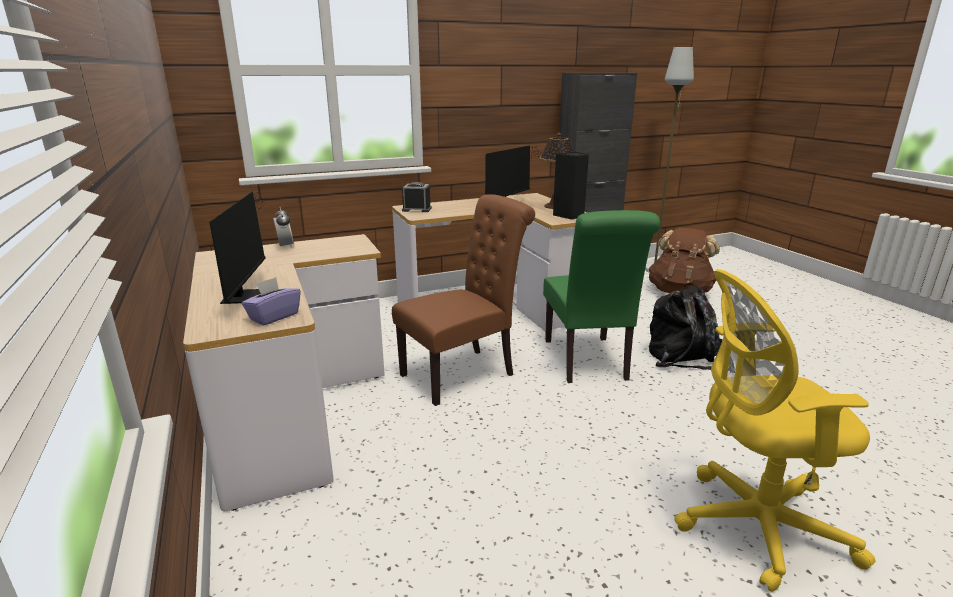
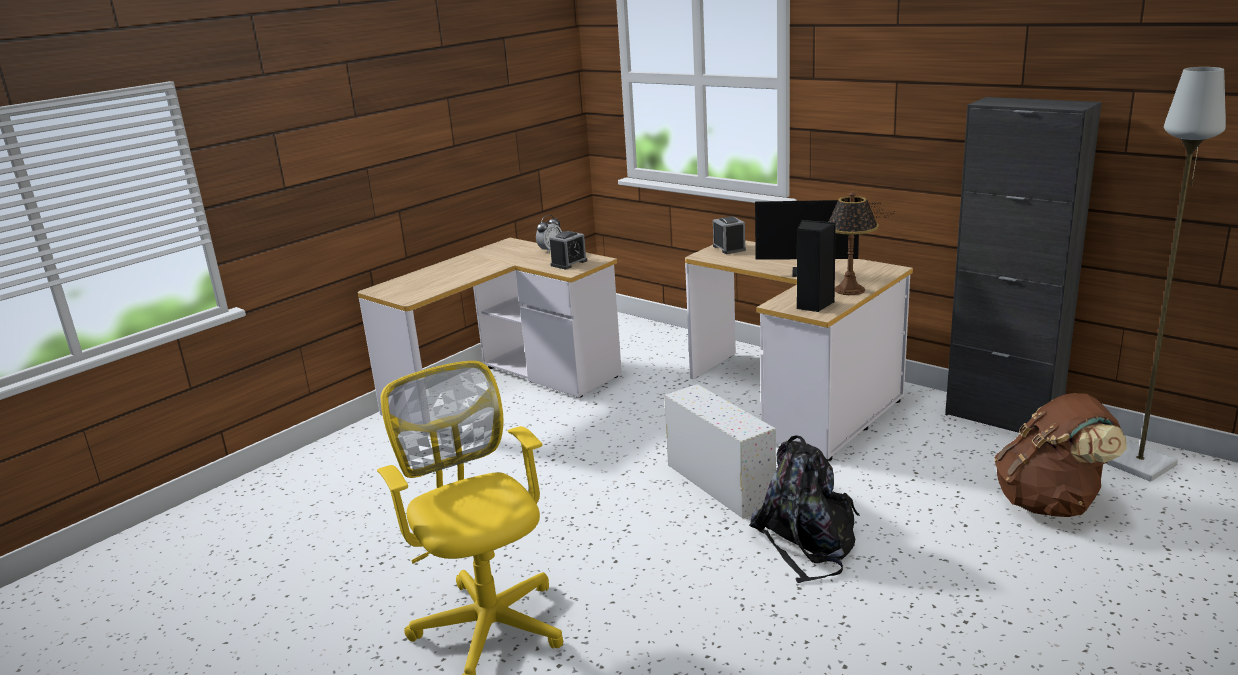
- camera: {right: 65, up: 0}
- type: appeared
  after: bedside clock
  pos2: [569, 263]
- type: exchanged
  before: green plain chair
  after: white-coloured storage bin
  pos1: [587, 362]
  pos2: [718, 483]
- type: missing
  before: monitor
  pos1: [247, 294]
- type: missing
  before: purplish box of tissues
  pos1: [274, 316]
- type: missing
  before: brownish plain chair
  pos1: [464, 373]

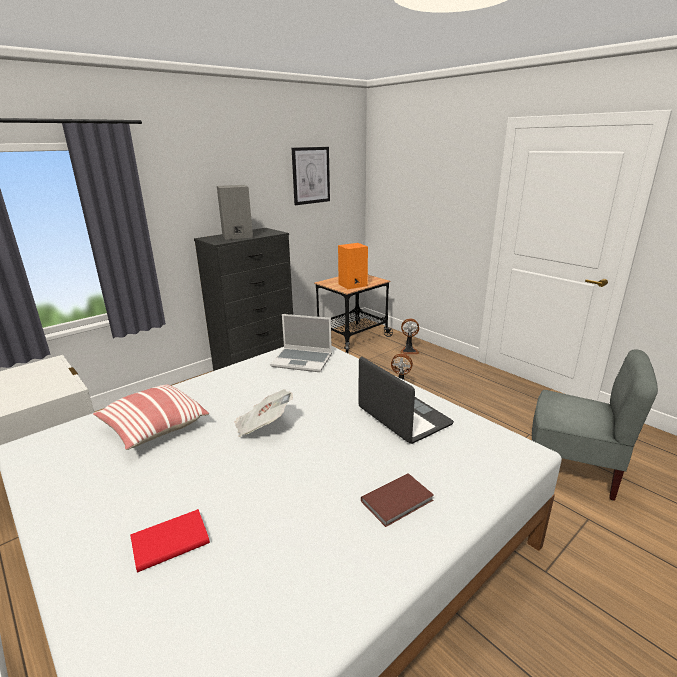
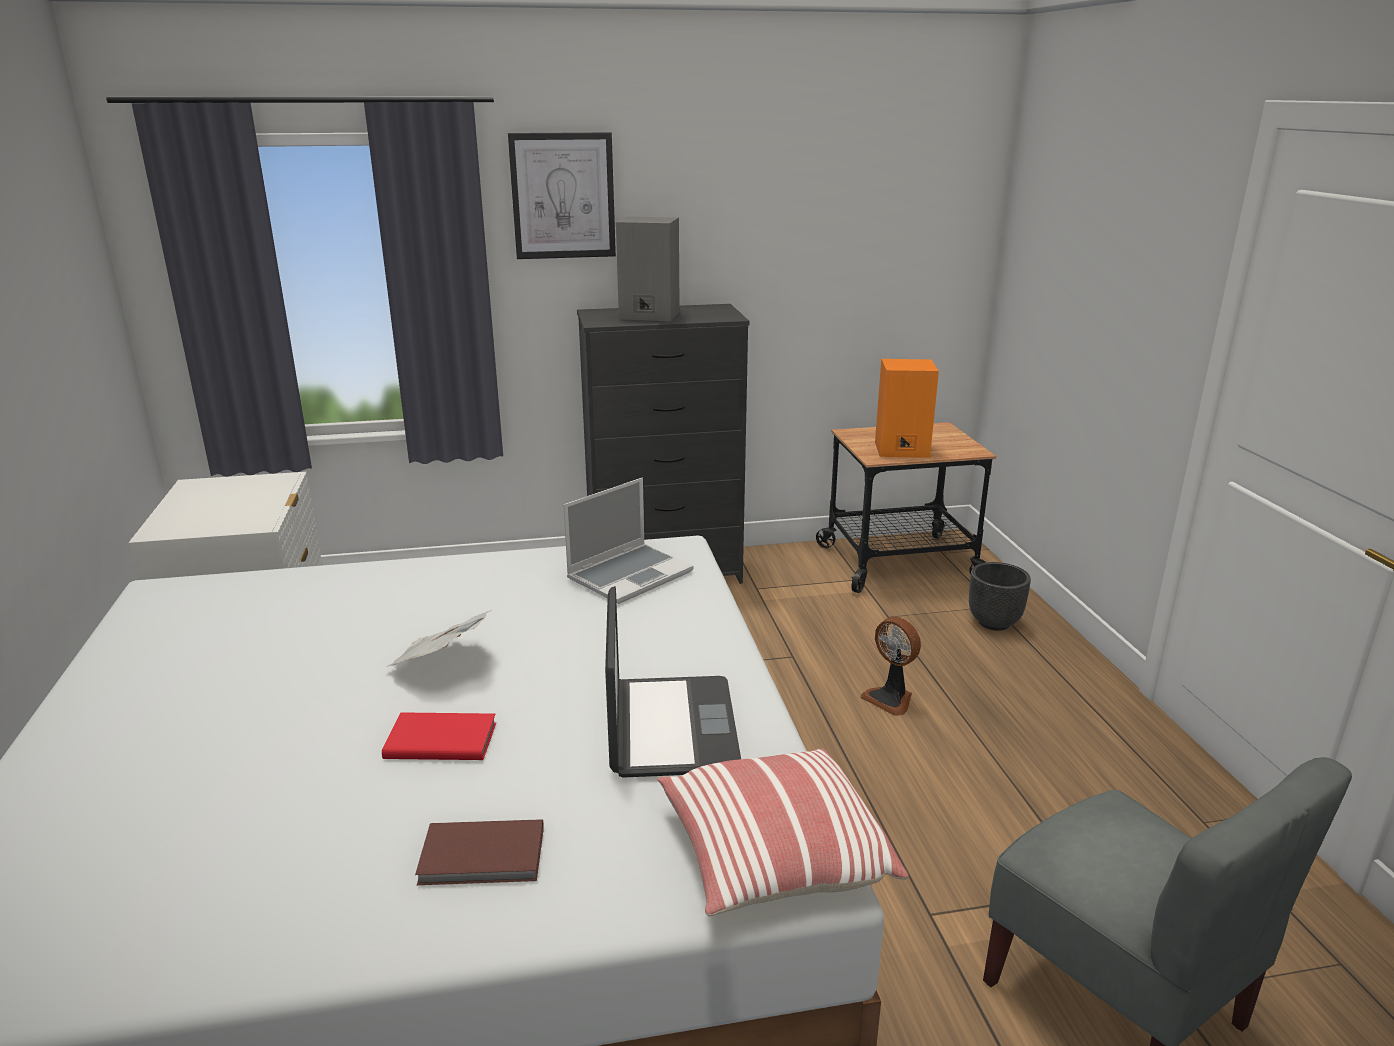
- camera: {right: 30, up: 0}
- type: relocated
  before: reddish bound book
  pos1: [169, 541]
  pos2: [440, 739]
- type: relocated
  before: wall picture
  pos1: [311, 175]
  pos2: [563, 196]
- type: spun
  before: portable computer
  pos1: [303, 360]
  pos2: [630, 575]
  turn: -90
- type: relocated
  before: throw pillow
  pos1: [153, 427]
  pos2: [772, 855]
- type: exchanged
  before: electric fan
  after: blackish planter
  pos1: [409, 350]
  pos2: [994, 623]

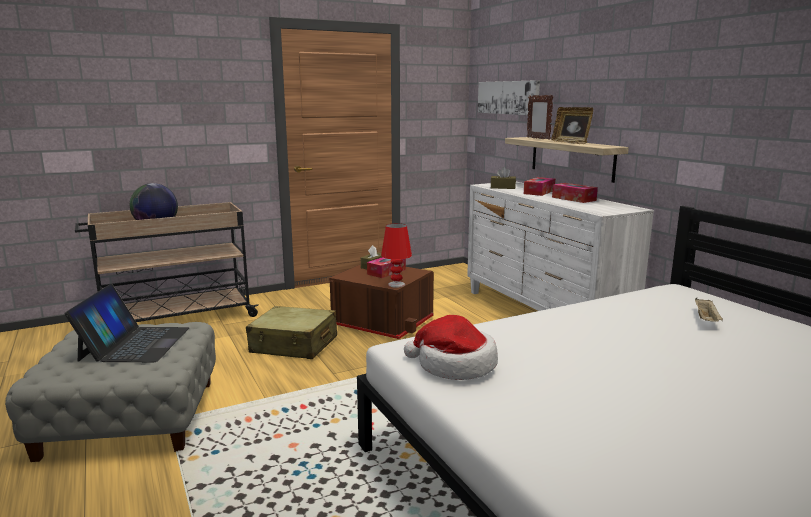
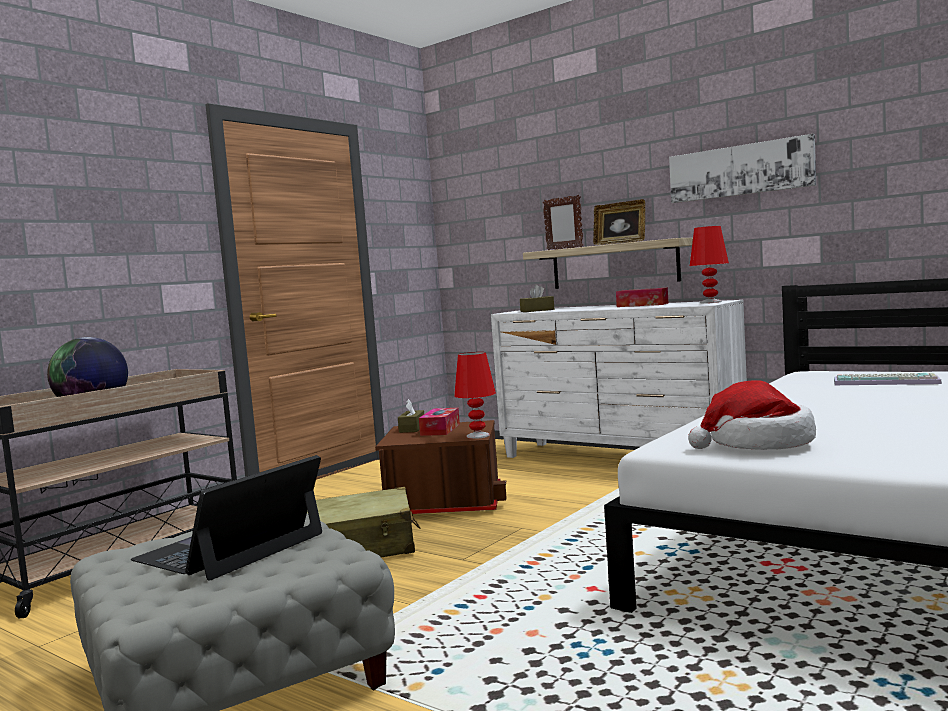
- camera: {right: -25, up: -10}
- type: spun
  before: portable computer
  pos1: [134, 344]
  pos2: [231, 547]
  turn: -120
- type: relocated
  before: wall picture
  pos1: [508, 97]
  pos2: [740, 170]
- type: appeared
  after: reddish tabletop lamp
  pos2: [710, 302]
- type: exchanged
  before: beige-coloured serving tray
  after: PC keyboard
  pos1: [706, 320]
  pos2: [886, 381]
- type: missing
  before: box of tissues
  pos1: [539, 192]

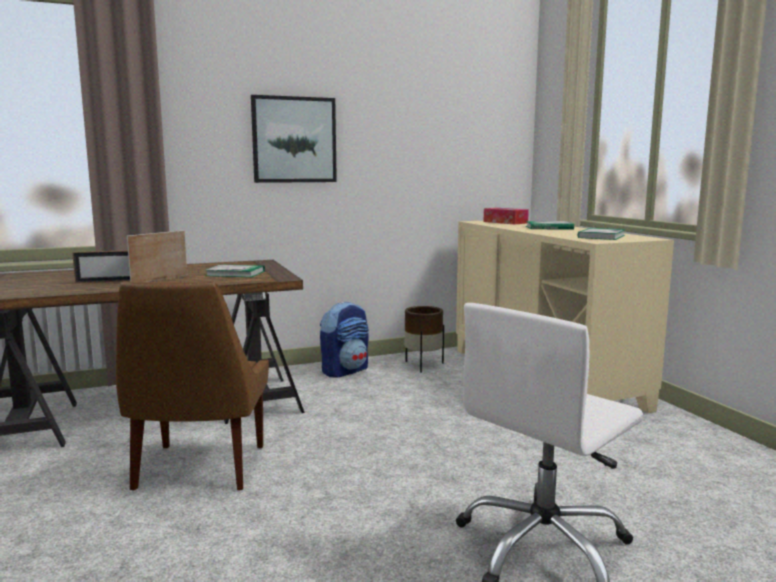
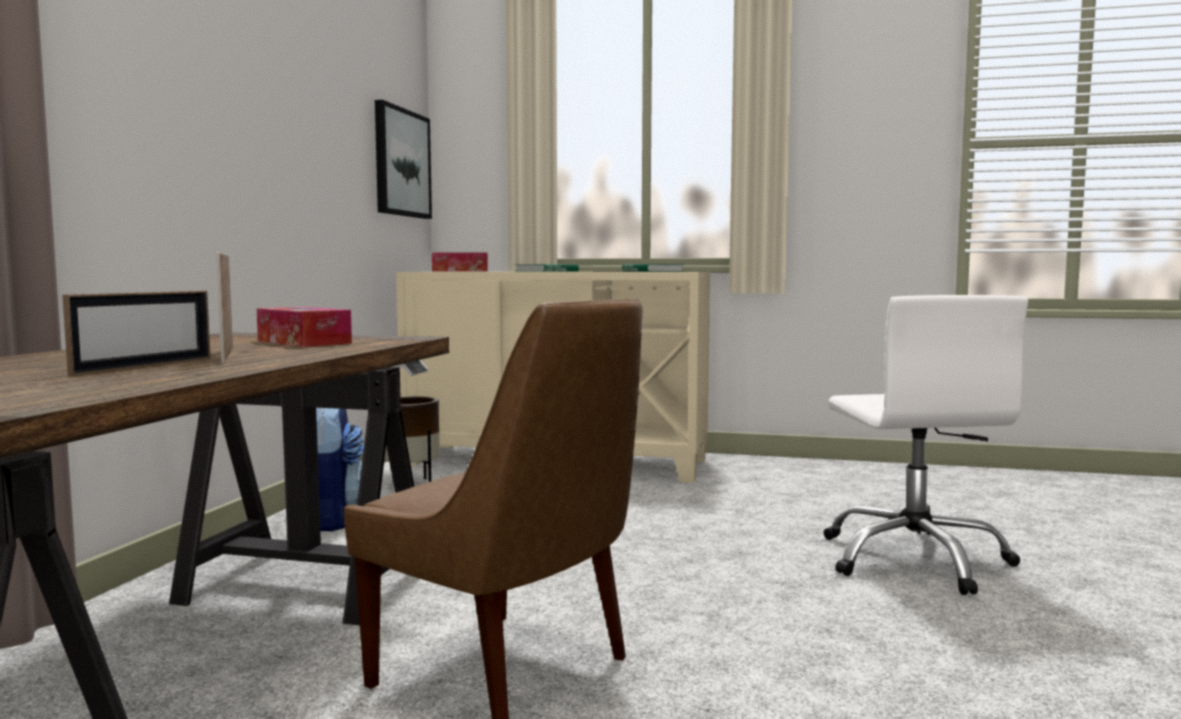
- camera: {right: -55, up: -5}
- type: exchanged
  before: bound book
  after: box of tissues
  pos1: [235, 273]
  pos2: [304, 342]
- type: relocated
  before: wall picture
  pos1: [294, 140]
  pos2: [401, 163]

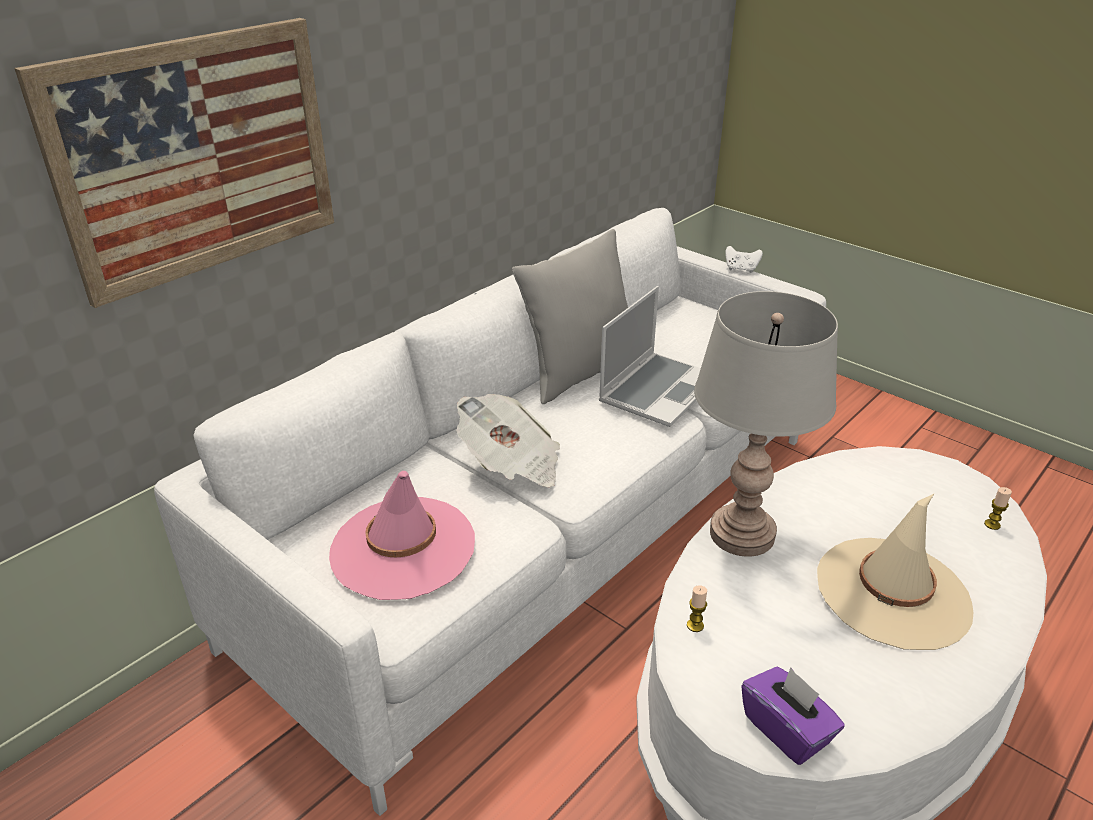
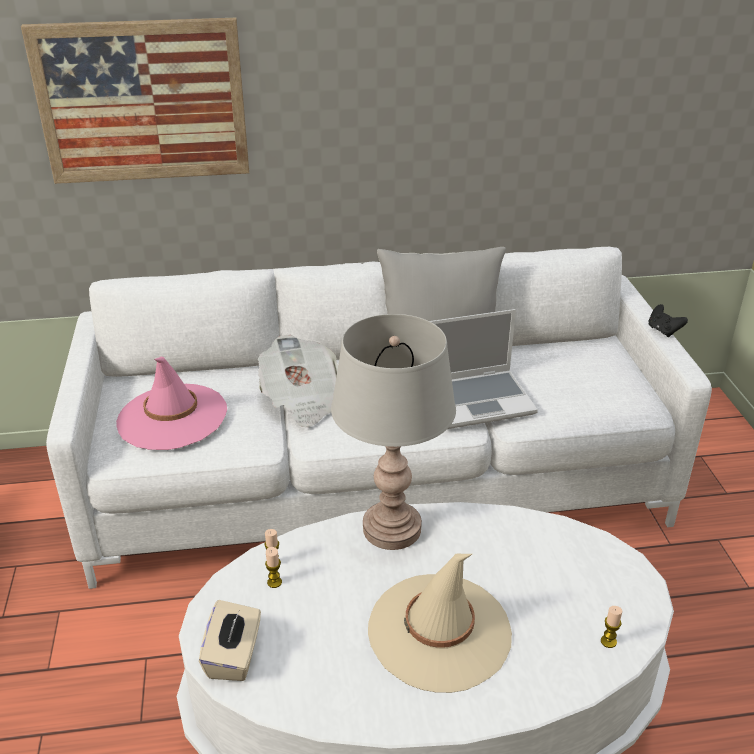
- camera: {right: 40, up: 0}
- type: colour
  before: purplish box of tissues
  after: beige-coloured box of tissues
  pos1: [787, 730]
  pos2: [234, 656]
- type: appeared
  after: wax light
  pos2: [274, 582]
- type: colour
  before: white-coloured game controller
  after: blackish game controller
  pos1: [741, 269]
  pos2: [663, 331]

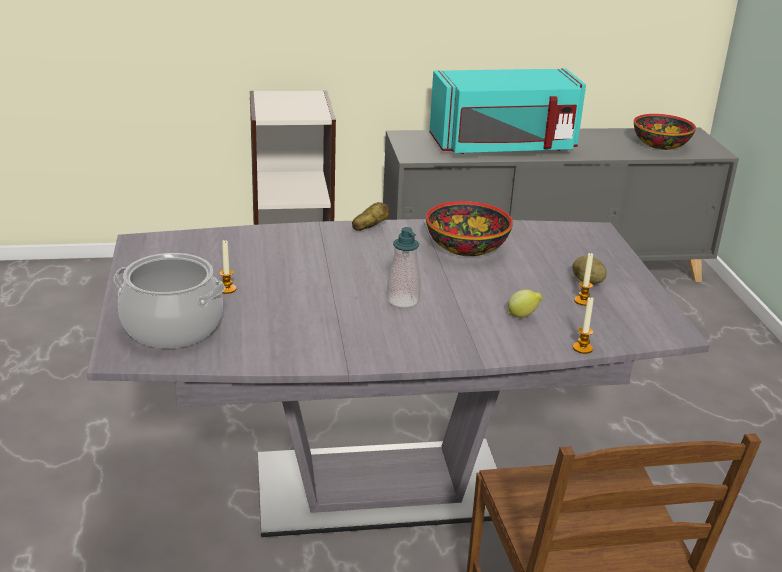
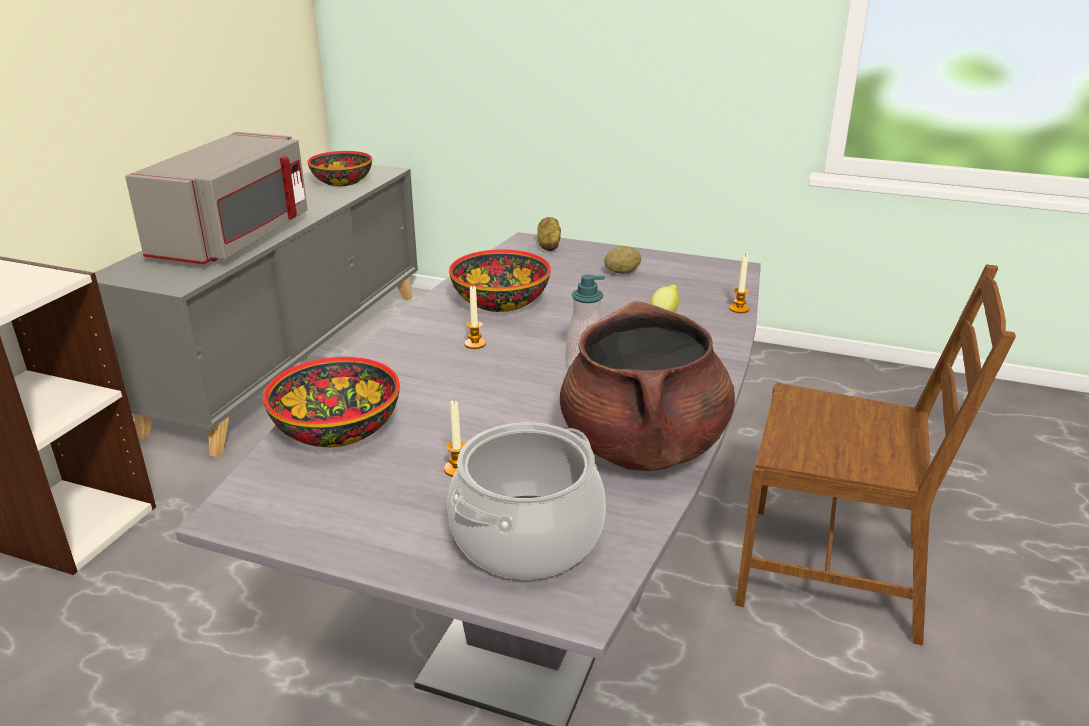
- camera: {right: -60, up: 0}
- type: colour
  before: turquoise-coloured microwave oven
  after: greyish microwave oven
  pos1: [504, 147]
  pos2: [236, 238]
- type: appeared
  after: deep dish
  pos2: [339, 429]
- type: relocated
  before: wax light
  pos1: [583, 301]
  pos2: [475, 344]
- type: relocated
  before: spud
  pos1: [370, 227]
  pos2: [548, 245]
- type: appeared
  after: brownish saucepot
  pos2: [643, 447]

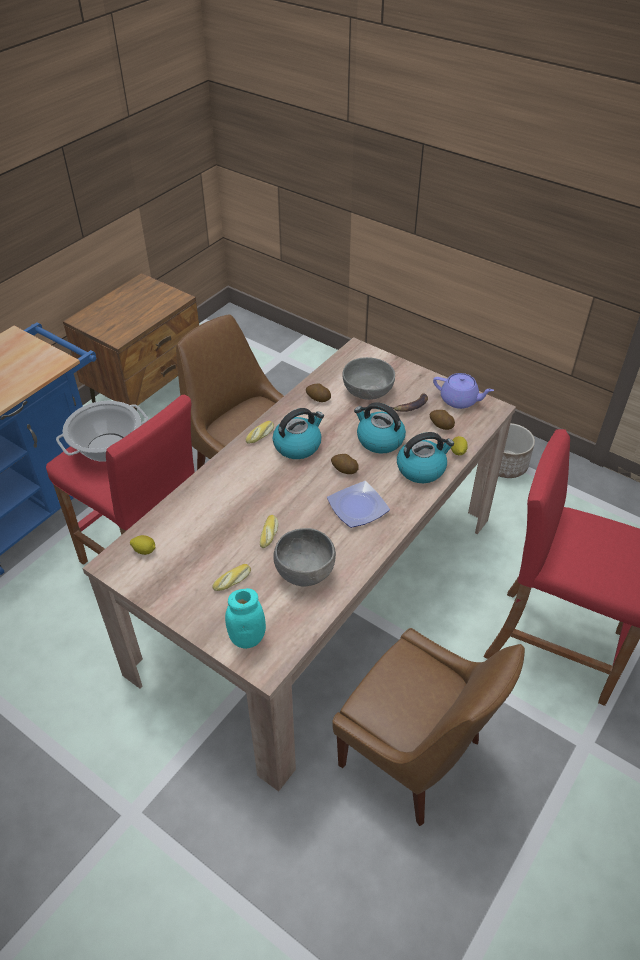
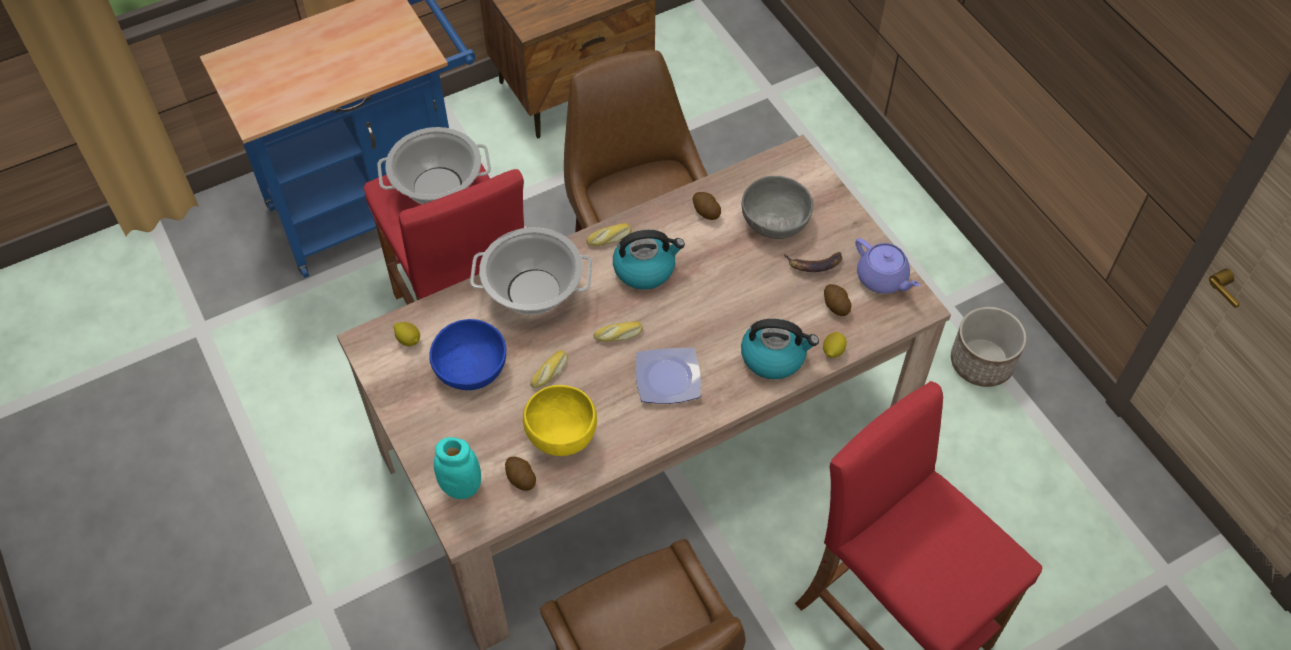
- camera: {right: 25, up: 10}
- type: appeared
  after: blue deep dish
  pos2: [471, 367]
- type: appeared
  after: saucepot
  pos2: [533, 292]
- type: relocated
  before: spud
  pos1: [344, 470]
  pos2: [520, 478]
- type: colour
  before: greyish deep dish
  after: yellow deep dish
  pos1: [305, 574]
  pos2: [563, 437]
- type: relocated
  before: bakery bread
  pos1: [232, 581]
  pos2: [618, 335]
- type: missing
  before: tea kettle
  pos1: [379, 440]

